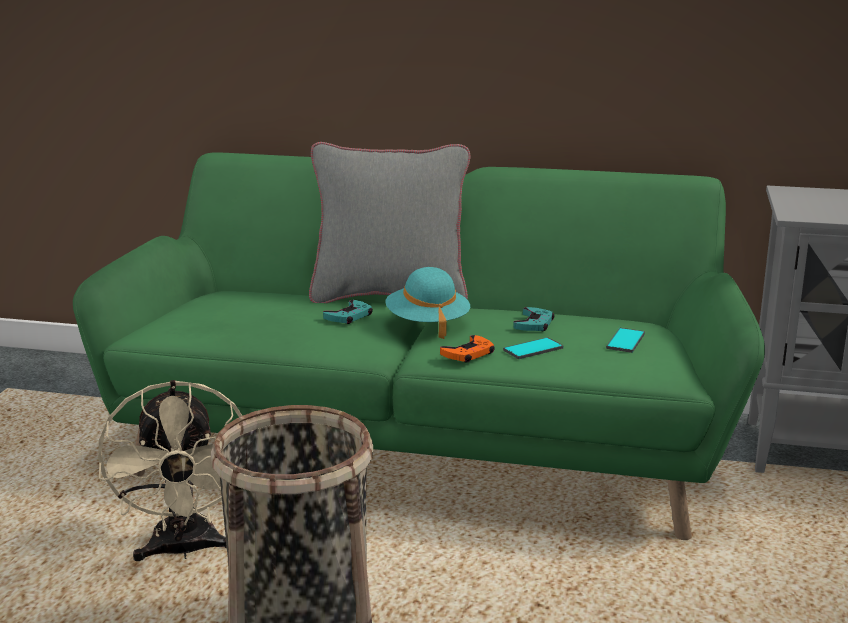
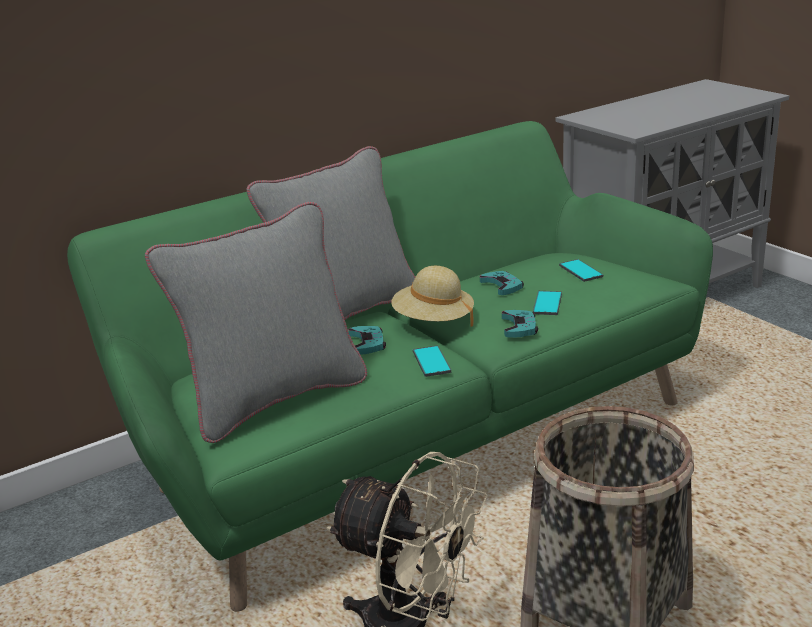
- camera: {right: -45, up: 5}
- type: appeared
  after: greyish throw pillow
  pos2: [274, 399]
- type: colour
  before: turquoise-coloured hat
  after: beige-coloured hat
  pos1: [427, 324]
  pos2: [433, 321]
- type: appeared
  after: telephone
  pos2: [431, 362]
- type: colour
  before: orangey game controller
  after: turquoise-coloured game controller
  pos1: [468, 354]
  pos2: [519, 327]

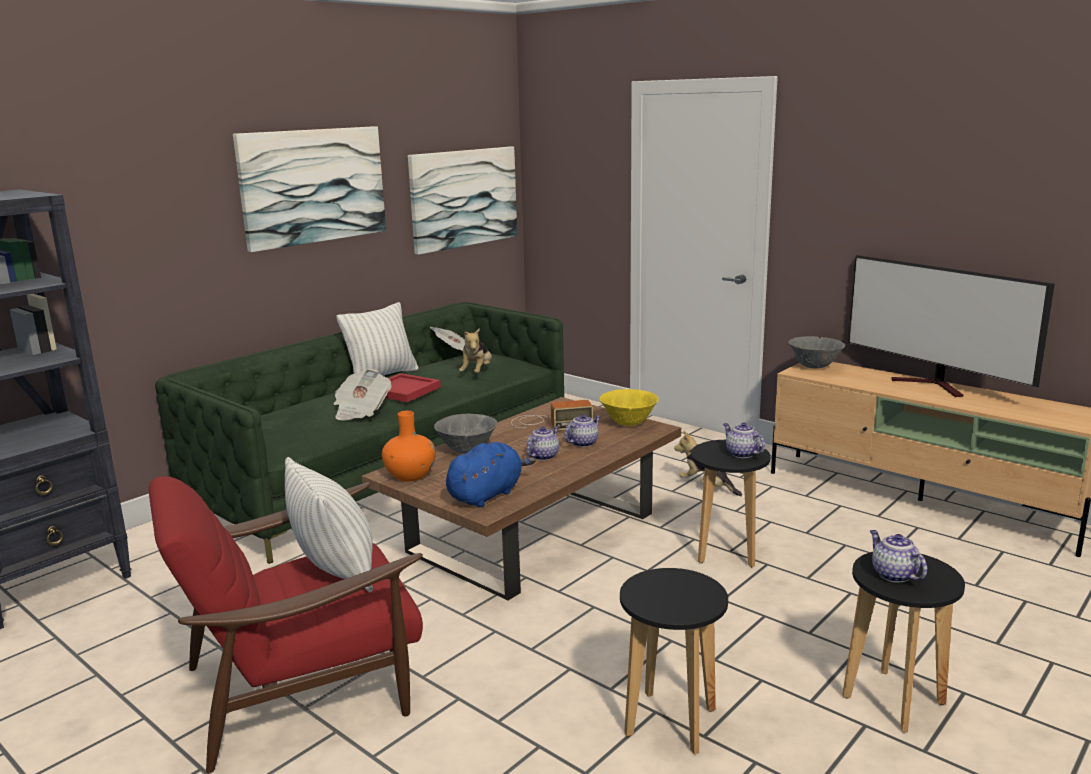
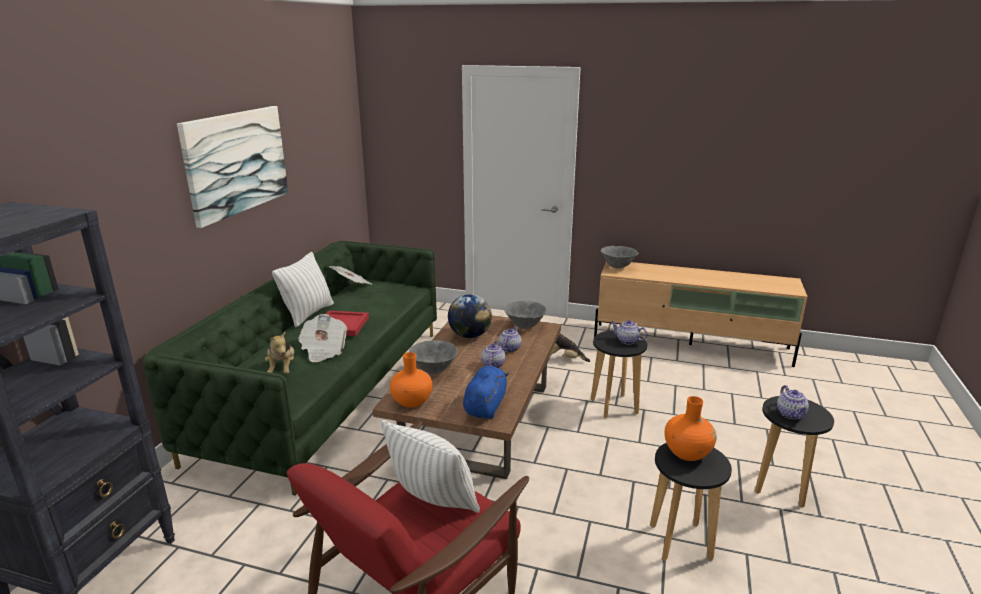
- camera: {right: -25, up: 5}
- type: relocated
  before: plush toy
  pos1: [477, 372]
  pos2: [282, 369]
- type: exchanged
  before: radio receiver
  after: desk globe
  pos1: [549, 423]
  pos2: [470, 335]
- type: colour
  before: yellow deep dish
  after: greyish deep dish
  pos1: [629, 423]
  pos2: [525, 326]
- type: appeared
  after: orangey vase
  pos2: [687, 452]
- type: spun
  before: teapot
  pos1: [893, 574]
  pos2: [791, 414]
  turn: -135
- type: missing
  before: wall picture
  pos1: [464, 198]
- type: missing
  before: television
  pos1: [935, 386]

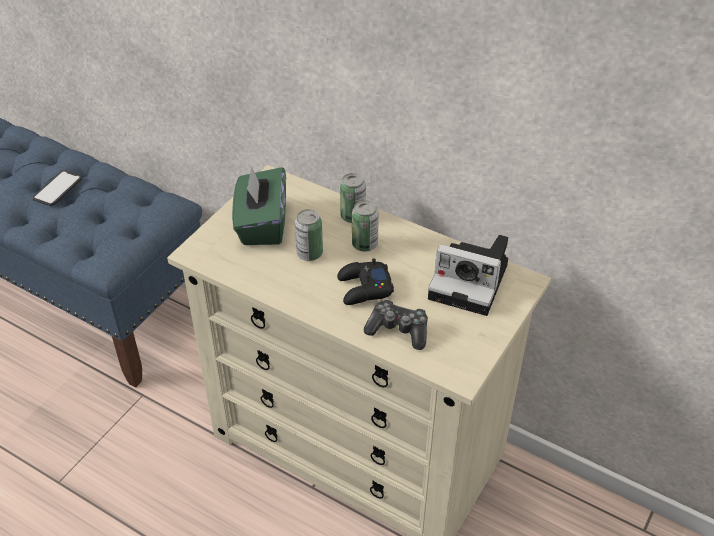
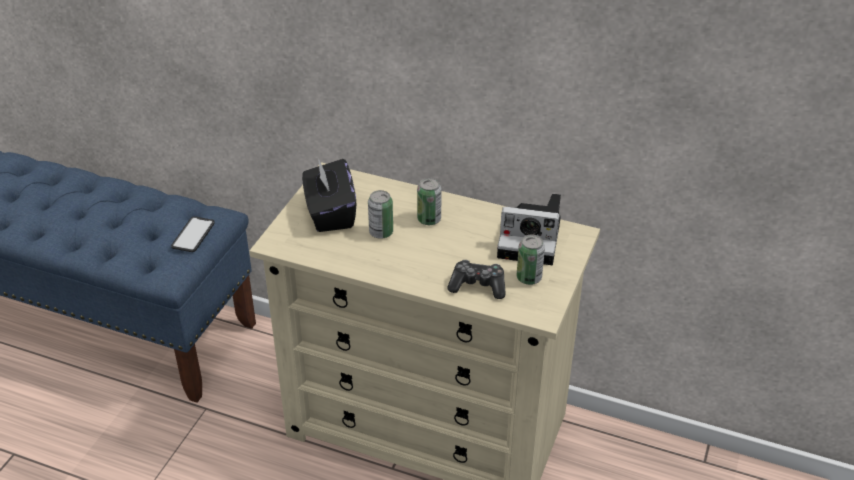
- camera: {right: -10, up: -5}
- type: relocated
  before: telephone
  pos1: [57, 189]
  pos2: [193, 235]
- type: colour
  before: green box of tissues
  after: blackish box of tissues
  pos1: [262, 224]
  pos2: [330, 213]
- type: relocated
  before: metal can
  pos1: [353, 216]
  pos2: [529, 278]
- type: missing
  before: blackish game controller
  pos1: [364, 288]

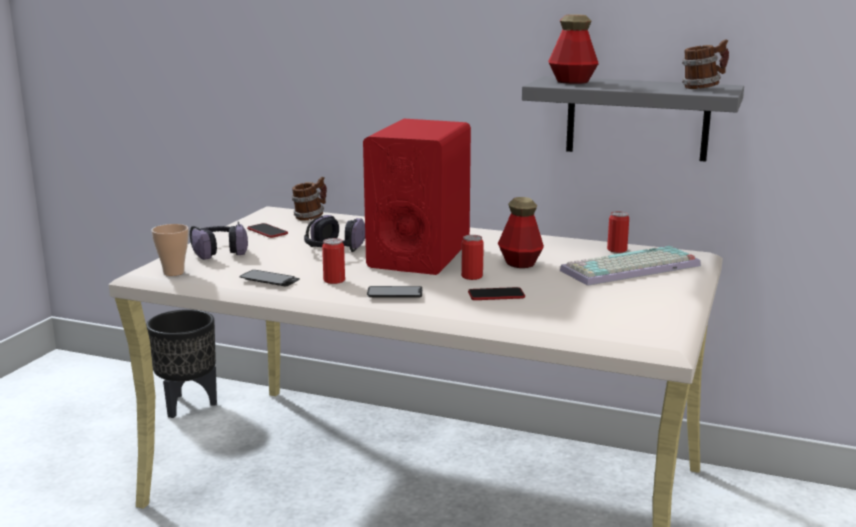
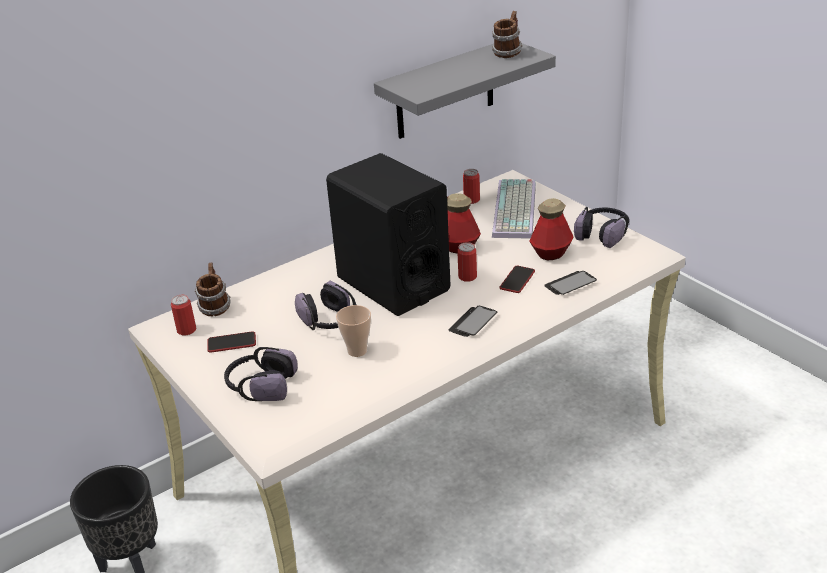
- camera: {right: -55, up: 15}
- type: relocated
  before: metal can
  pos1: [334, 280]
  pos2: [186, 330]
- type: colour
  before: reddish speaker
  after: blackish speaker
  pos1: [419, 255]
  pos2: [392, 284]
- type: relocated
  before: small cup
  pos1: [173, 272]
  pos2: [357, 351]
- type: relocated
  before: bottle
  pos1: [572, 81]
  pos2: [551, 253]
- type: relocated
  before: telephone
  pos1: [269, 280]
  pos2: [570, 284]
- type: appeared
  after: headphones
  pos2: [603, 234]

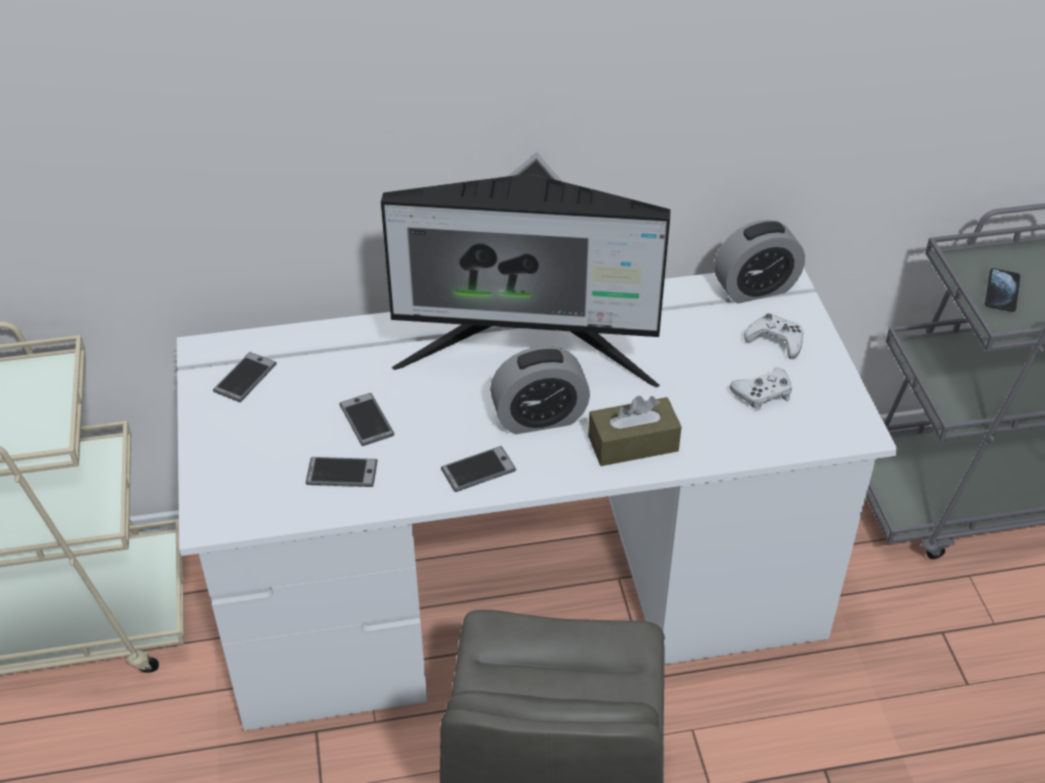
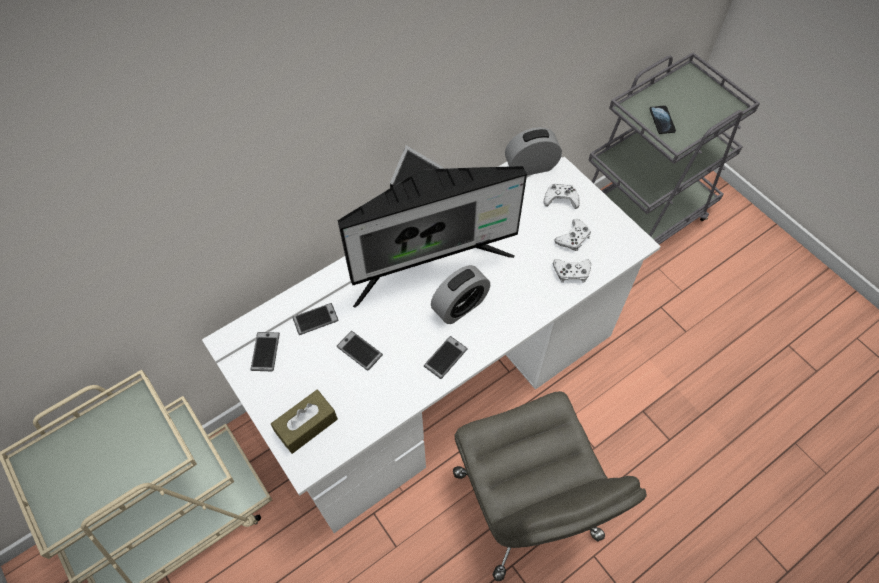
- camera: {right: -25, up: 15}
- type: relocated
  before: brownish box of tissues
  pos1: [633, 443]
  pos2: [306, 425]
- type: relocated
  before: telephone
  pos1: [342, 473]
  pos2: [315, 319]
- type: spun
  before: bedside clock
  pos1: [755, 289]
  pos2: [531, 167]
  turn: -150
- type: appeared
  after: white-coloured game controller
  pos2: [571, 272]

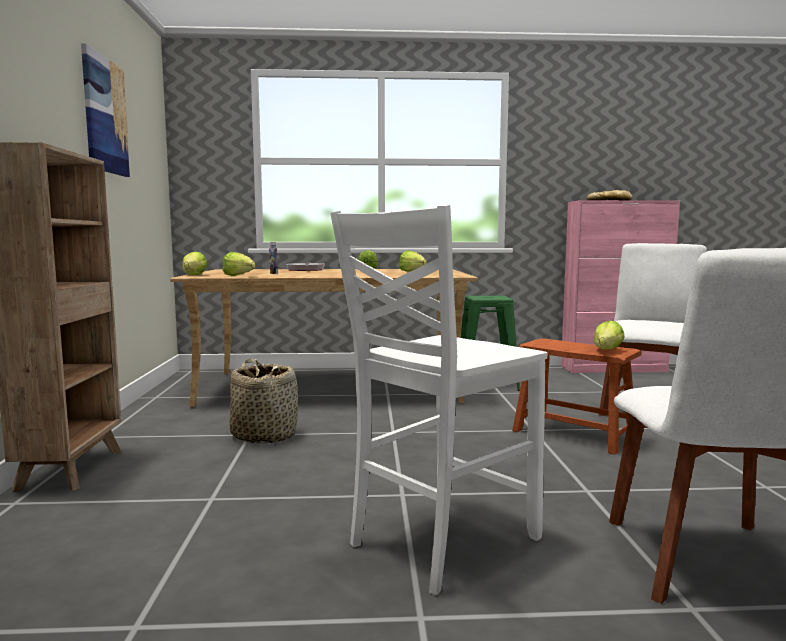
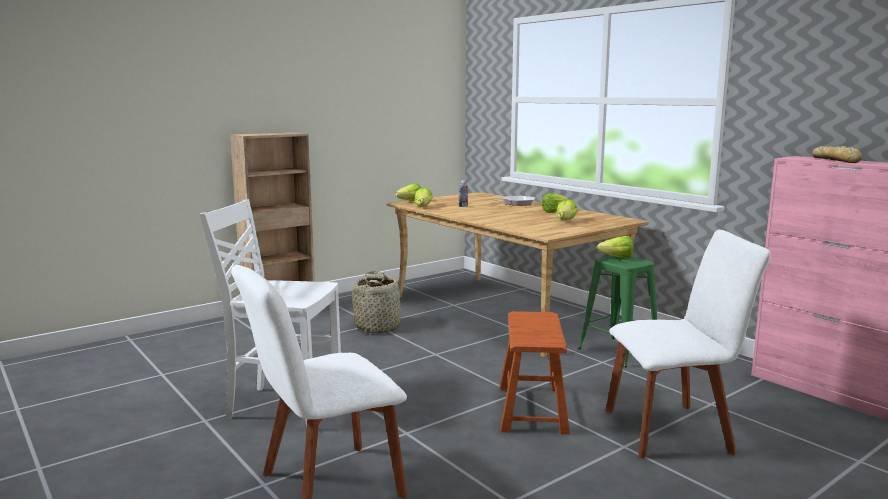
- camera: {right: 55, up: 5}
- type: relocated
  before: lettuce head
  pos1: [605, 351]
  pos2: [613, 258]
- type: missing
  before: wall picture
  pos1: [105, 116]

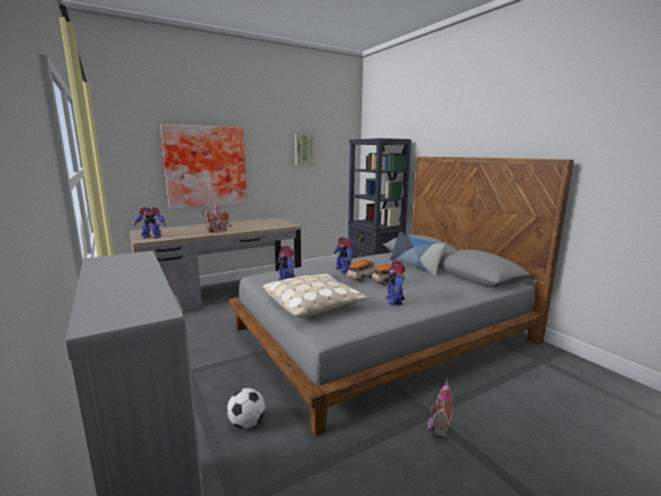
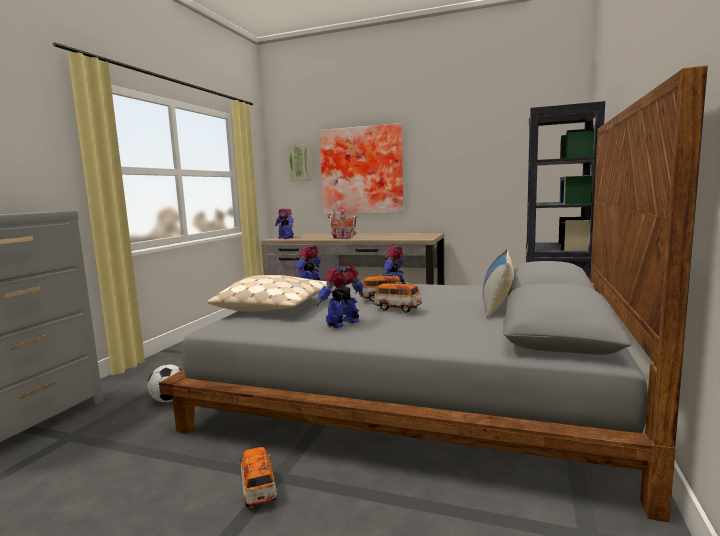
- camera: {right: 50, up: -5}
- type: exchanged
  before: toy house
  after: model car
  pos1: [438, 426]
  pos2: [258, 490]
- type: relocated
  before: wall picture
  pos1: [304, 149]
  pos2: [300, 163]

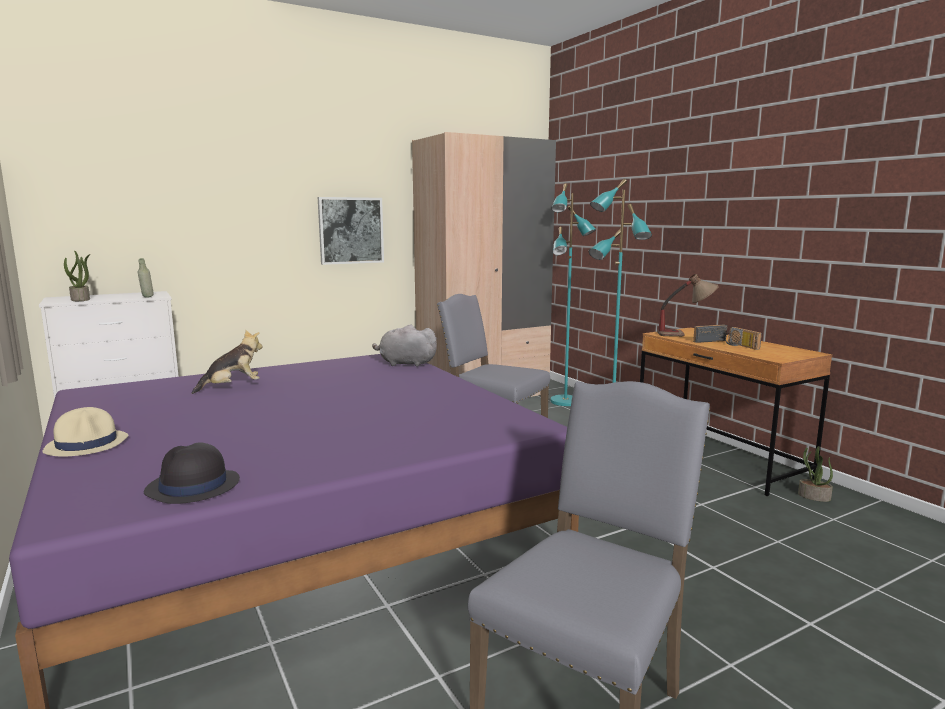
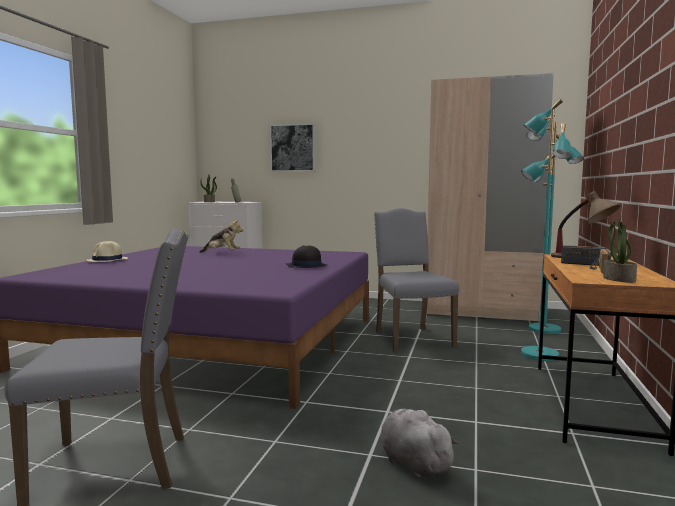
- camera: {right: 45, up: -5}
- type: relocated
  before: wall picture
  pos1: [351, 230]
  pos2: [293, 148]
- type: relocated
  before: blackish hat
  pos1: [192, 487]
  pos2: [306, 266]
- type: relocated
  before: greyish plush toy
  pos1: [405, 364]
  pos2: [413, 463]
- type: relocated
  before: potted plant
  pos1: [813, 497]
  pos2: [618, 279]

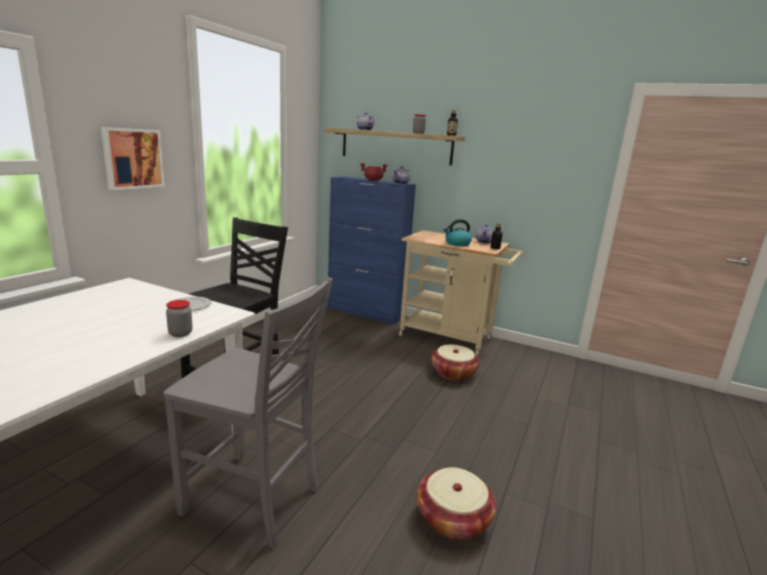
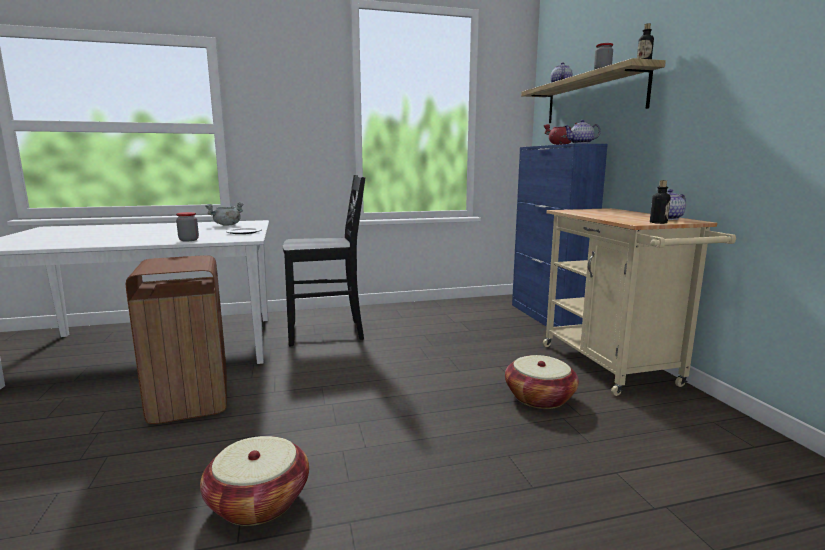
- camera: {right: 50, up: -5}
- type: exchanged
  before: greyish plain chair
  after: brownish waste bin
  pos1: [254, 501]
  pos2: [189, 401]
- type: appeared
  after: greyish saucepot
  pos2: [227, 225]
- type: missing
  before: wall picture
  pos1: [132, 158]
- type: missing
  before: tea kettle
  pos1: [457, 244]

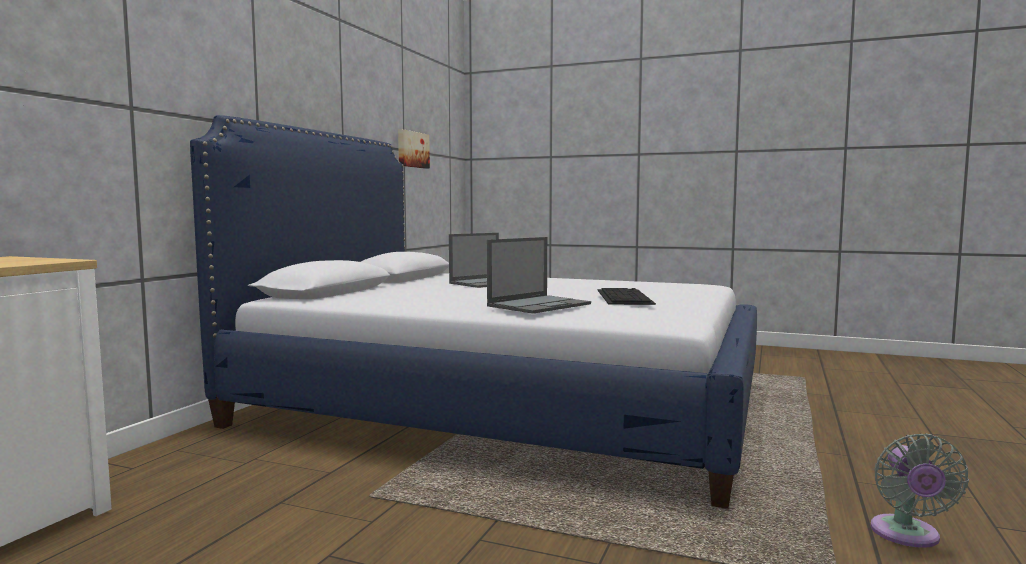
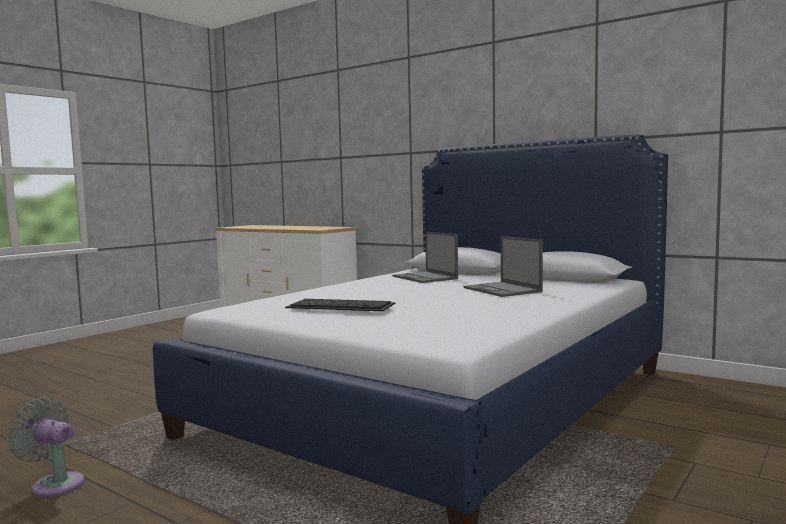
- camera: {right: 105, up: 0}
- type: relocated
  before: portable computer
  pos1: [539, 305]
  pos2: [425, 277]
- type: missing
  before: wall picture
  pos1: [412, 149]

